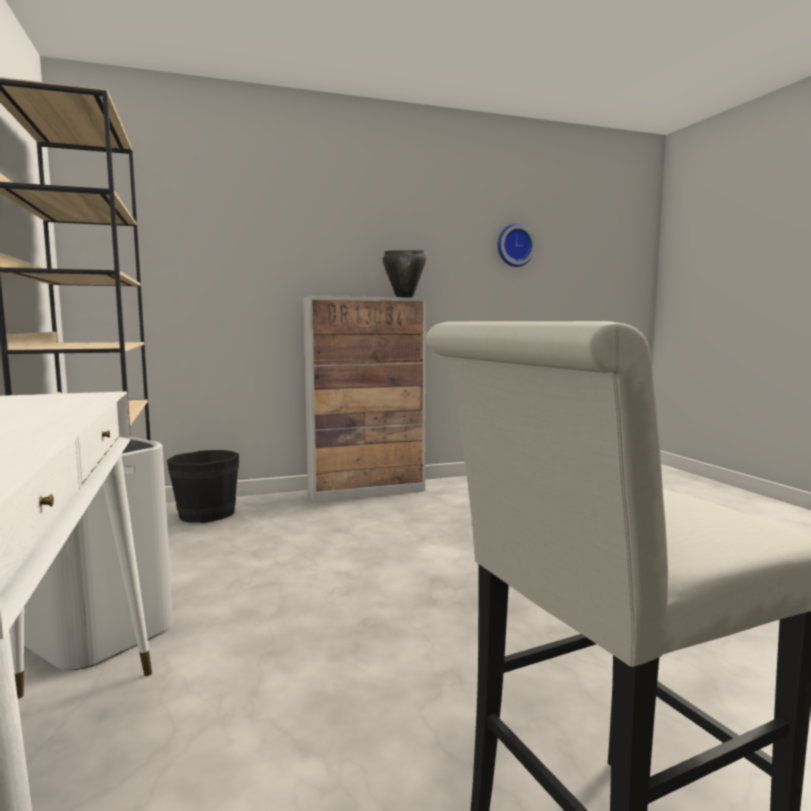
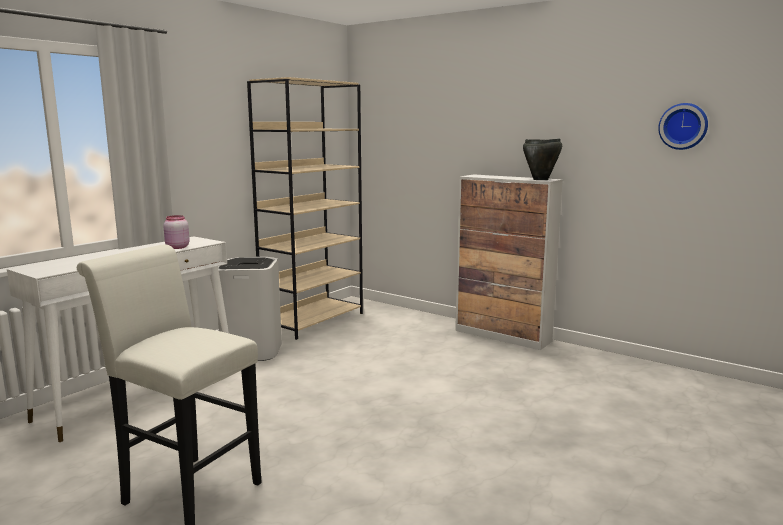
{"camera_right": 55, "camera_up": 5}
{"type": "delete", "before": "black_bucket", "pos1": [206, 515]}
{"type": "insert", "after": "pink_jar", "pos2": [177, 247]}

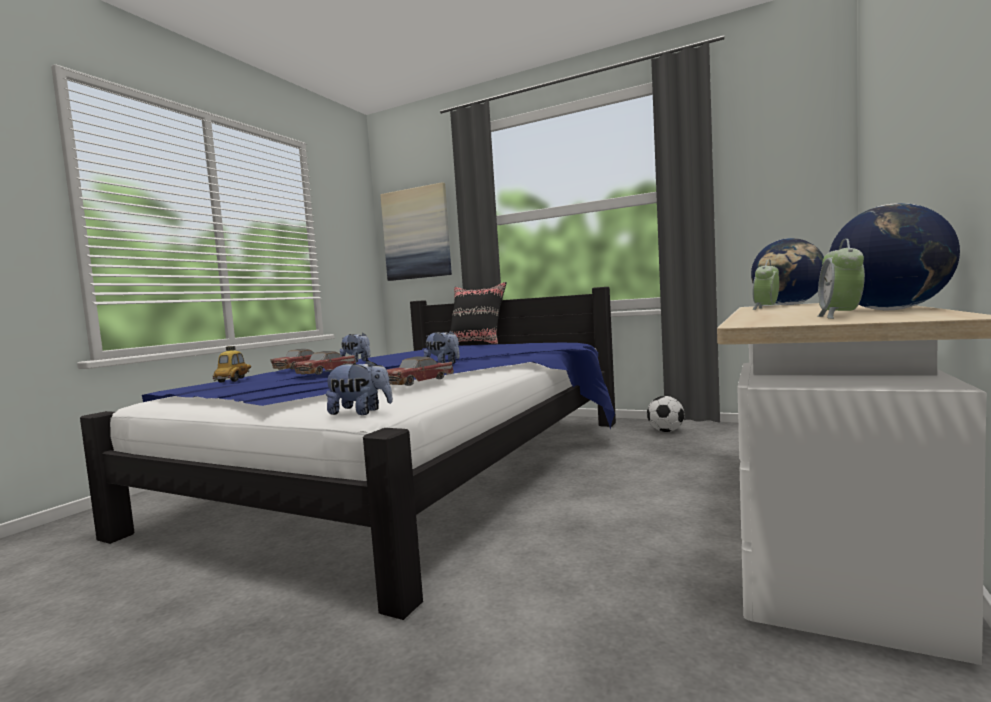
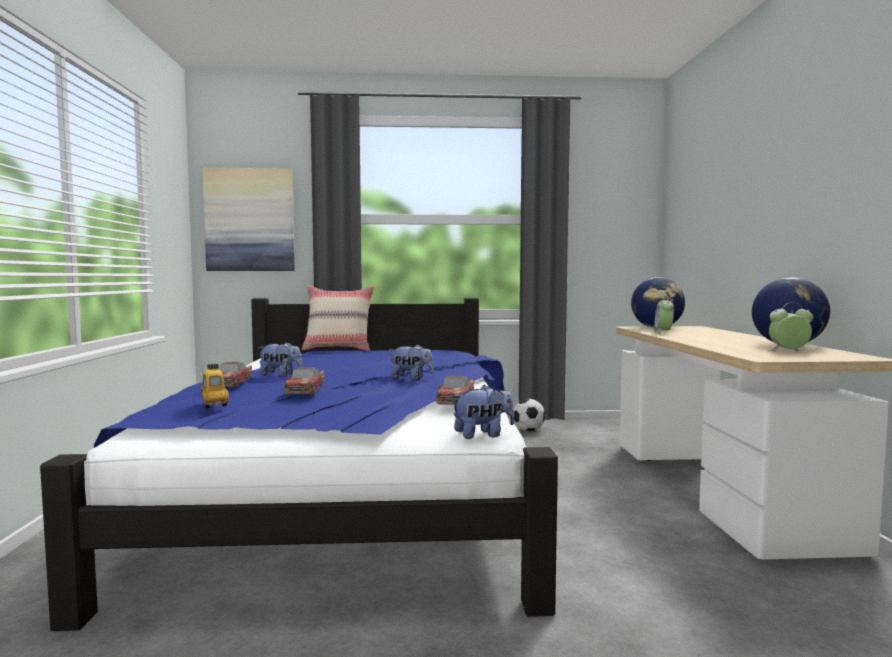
{"camera_right": -30, "camera_up": 0}
{"type": "rotate", "before": "alarm_clock", "pos1": [840, 316], "pos2": [788, 352], "turn": 105}
{"type": "recolor", "before": "black_pillow", "after": "beige_pillow", "pos1": [477, 344], "pos2": [338, 349]}

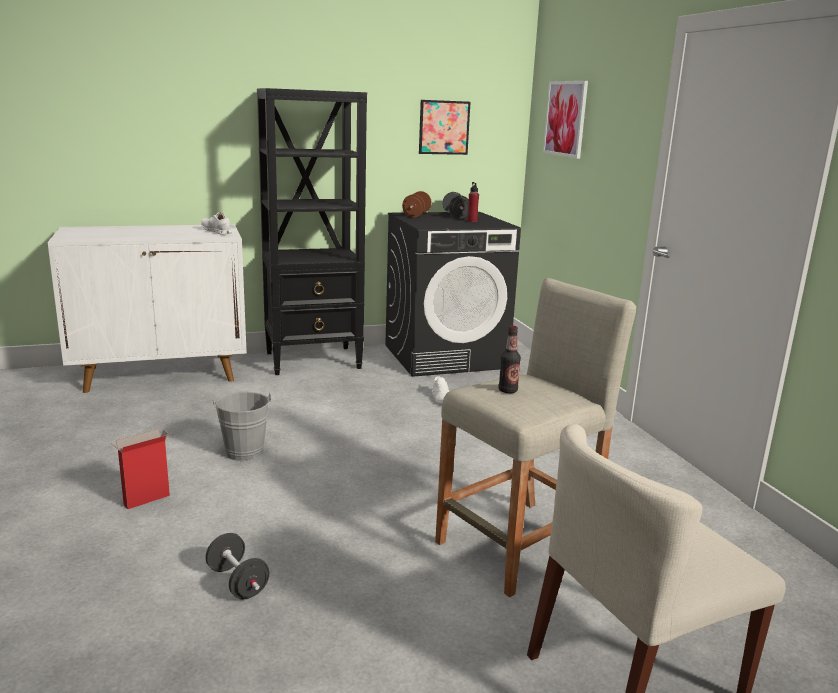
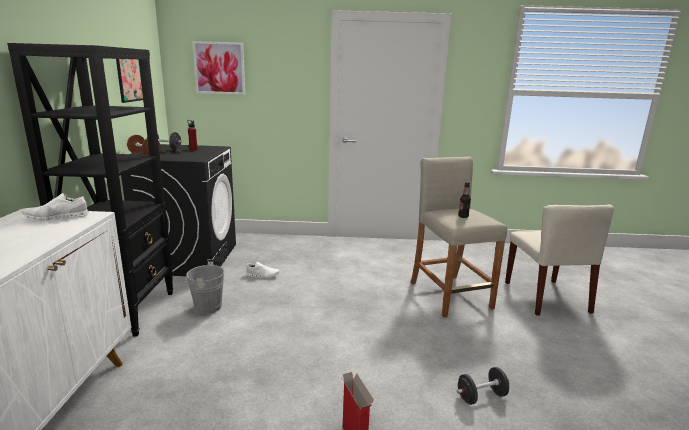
{"camera_right": -70, "camera_up": 0}
{"type": "move", "before": "grey_bucket", "pos1": [244, 450], "pos2": [205, 307]}

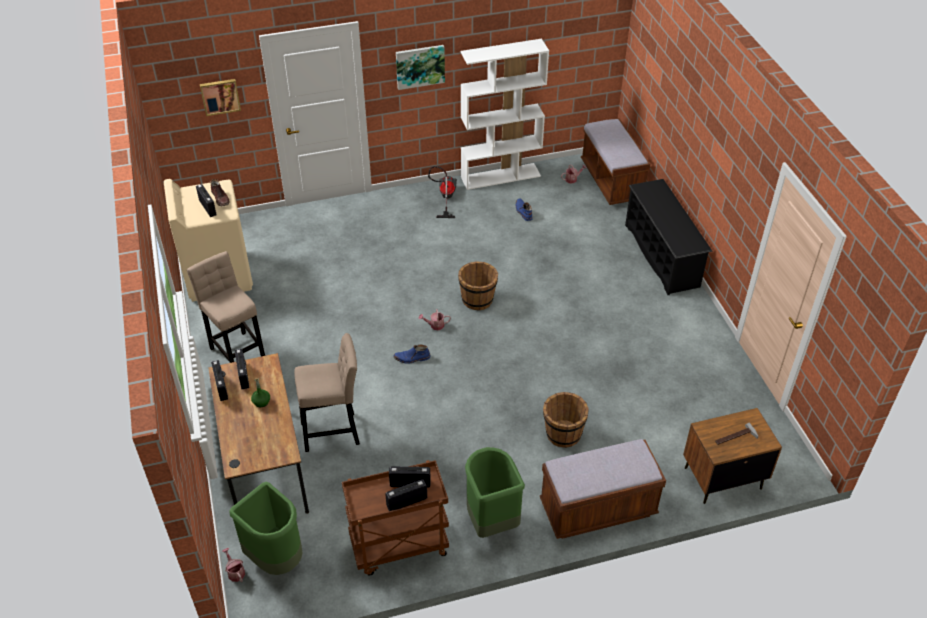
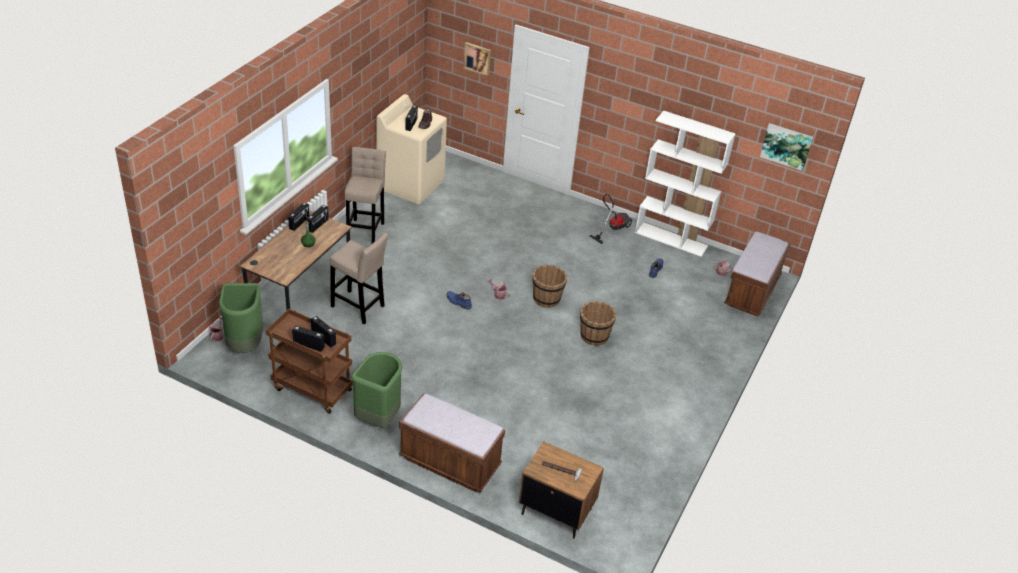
{"camera_right": 40, "camera_up": -5}
{"type": "move", "before": "picture", "pos1": [420, 66], "pos2": [786, 146]}
{"type": "delete", "before": "black_shoe_rack", "pos1": [662, 255]}
{"type": "move", "before": "brown_bucket", "pos1": [563, 434], "pos2": [594, 336]}

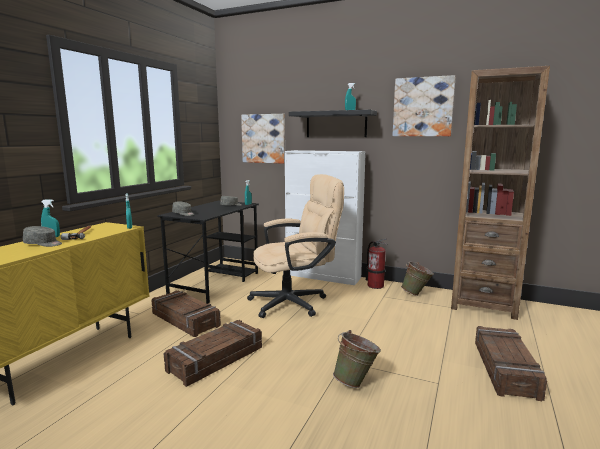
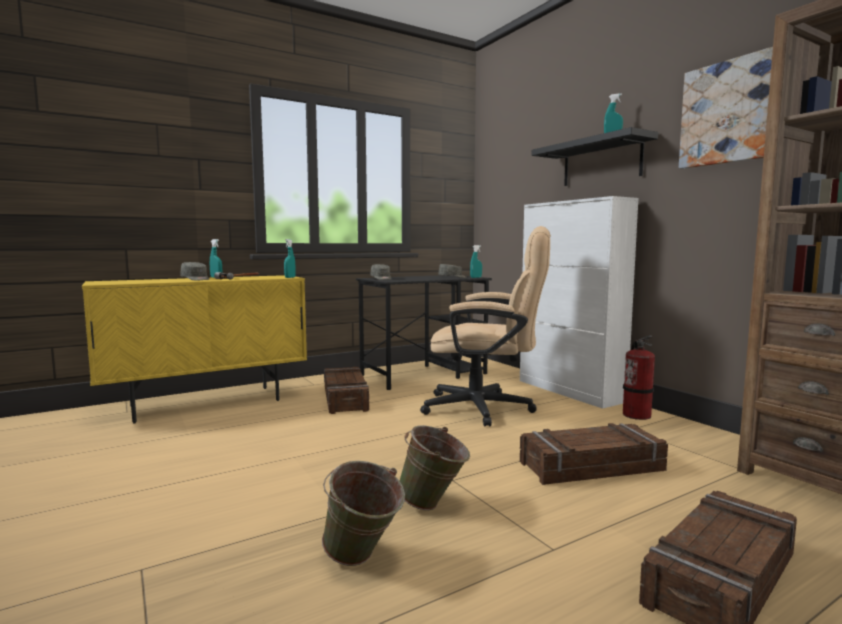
{"camera_right": 35, "camera_up": -5}
{"type": "delete", "before": "picture", "pos1": [264, 138]}
{"type": "move", "before": "green_bucket", "pos1": [416, 294], "pos2": [362, 560]}
{"type": "move", "before": "crate", "pos1": [216, 359], "pos2": [592, 467]}

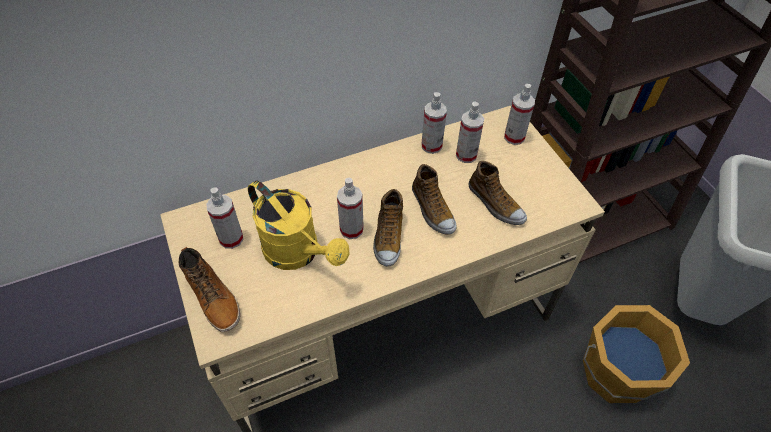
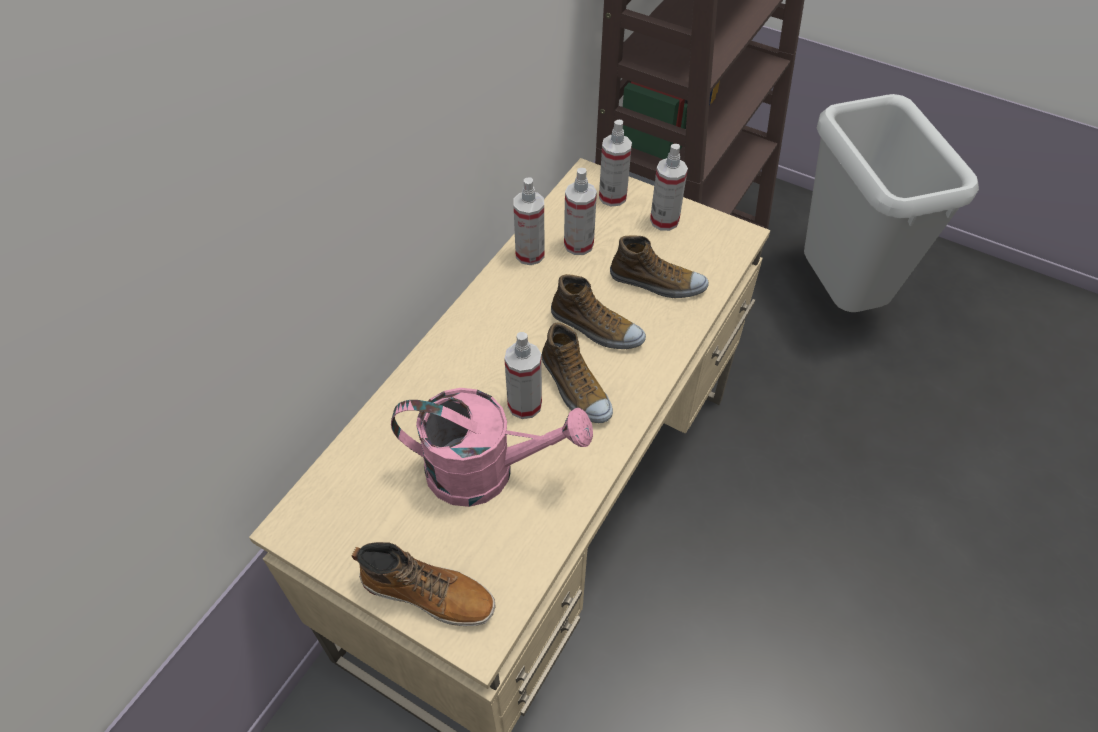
{"camera_right": -35, "camera_up": 0}
{"type": "recolor", "before": "yellow_watering_can", "after": "pink_watering_can", "pos1": [298, 253], "pos2": [486, 471]}
{"type": "move", "before": "spray_bottle", "pos1": [231, 239], "pos2": [664, 220]}
{"type": "delete", "before": "orange_bucket", "pos1": [616, 374]}

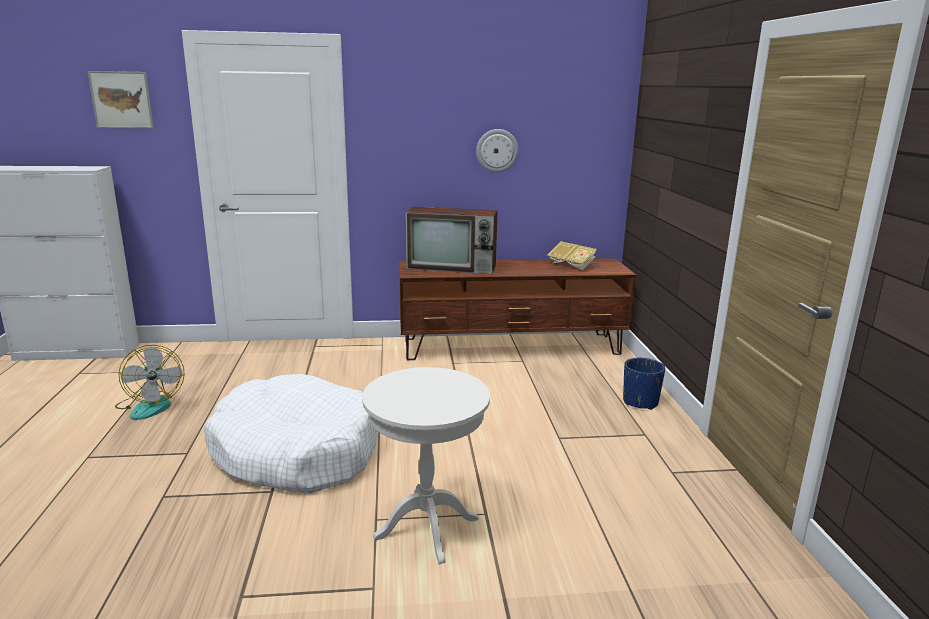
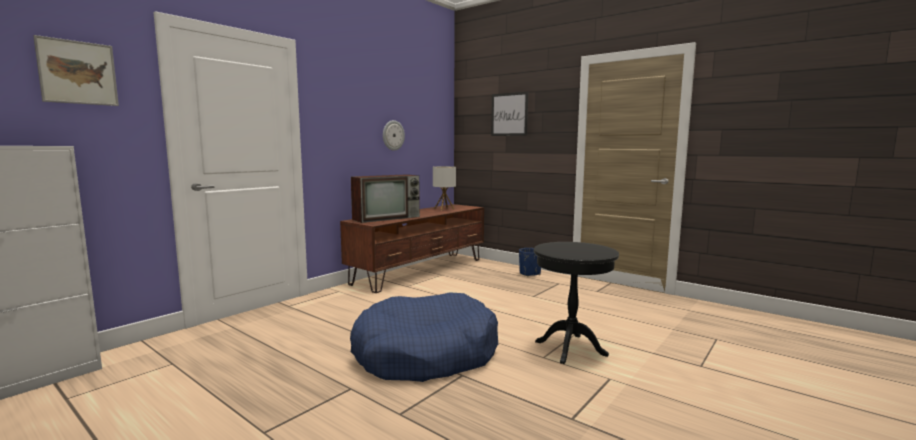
{"camera_right": -45, "camera_up": -10}
{"type": "replace", "before": "book", "after": "table_lamp", "pos1": [571, 265], "pos2": [444, 208]}
{"type": "delete", "before": "fan", "pos1": [151, 405]}
{"type": "recolor", "before": "white_side_table", "after": "black_side_table", "pos1": [427, 528], "pos2": [570, 348]}
{"type": "recolor", "before": "white_dog_bed", "after": "blue_dog_bed", "pos1": [295, 451], "pos2": [425, 354]}
{"type": "insert", "after": "picture", "pos2": [509, 114]}

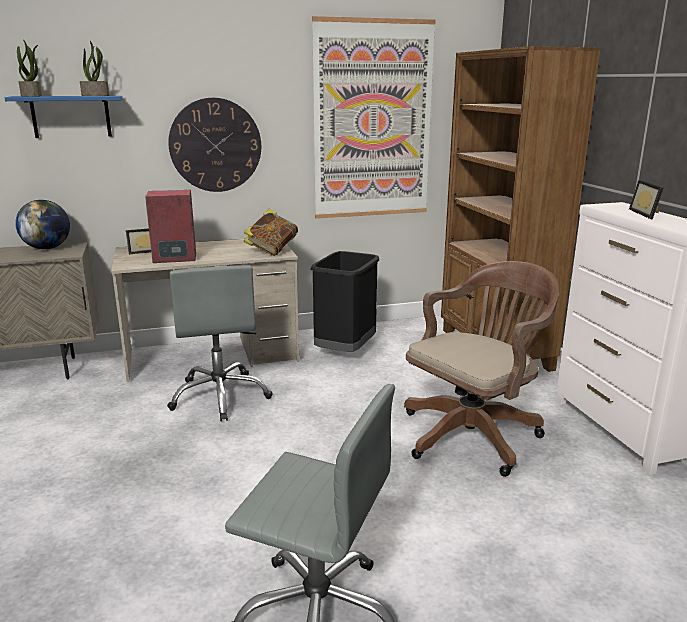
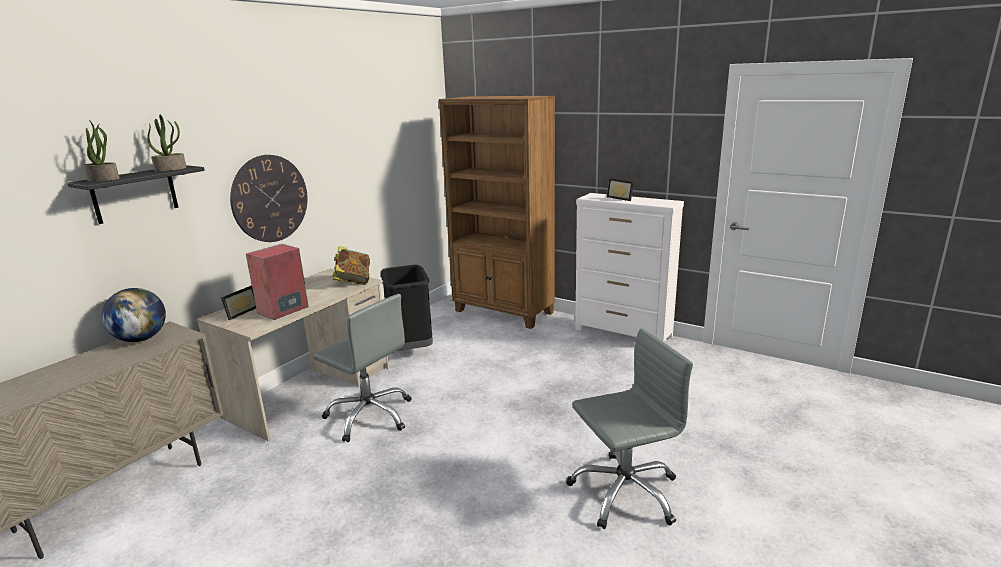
{"camera_right": -40, "camera_up": 0}
{"type": "delete", "before": "picture", "pos1": [373, 121]}
{"type": "recolor", "before": "blue_shelf", "after": "black_shelf", "pos1": [71, 116], "pos2": [135, 194]}
{"type": "delete", "before": "brown_office_chair", "pos1": [474, 433]}

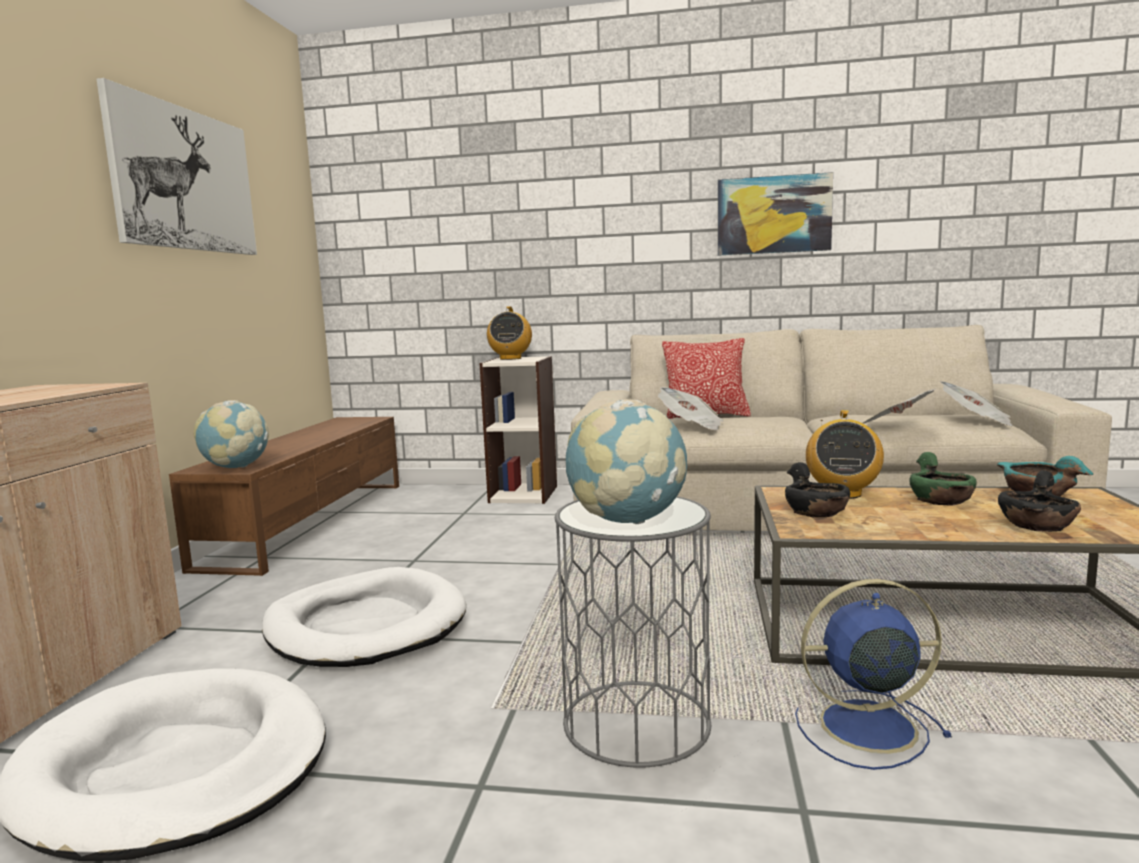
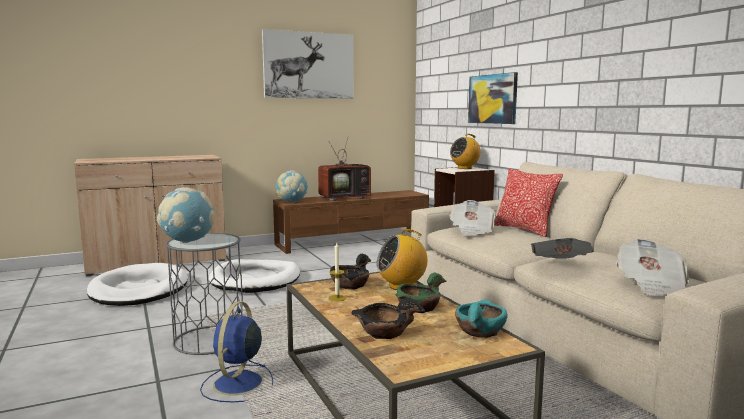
{"camera_right": 55, "camera_up": 0}
{"type": "move", "before": "picture", "pos1": [773, 215], "pos2": [492, 99]}
{"type": "rotate", "before": "blue_fan", "pos1": [863, 726], "pos2": [237, 384], "turn": -135}
{"type": "insert", "after": "television", "pos2": [345, 198]}
{"type": "insert", "after": "candle", "pos2": [337, 298]}

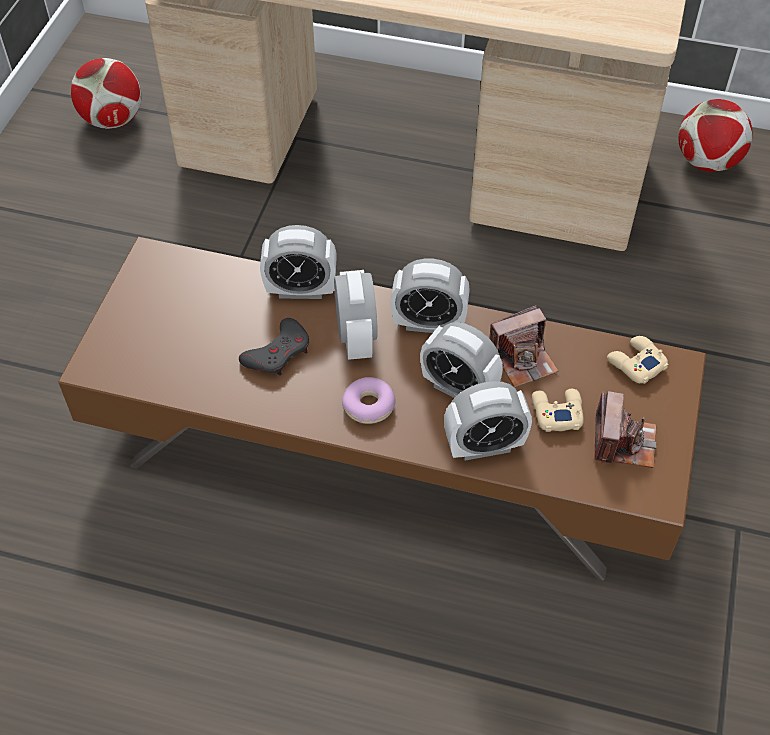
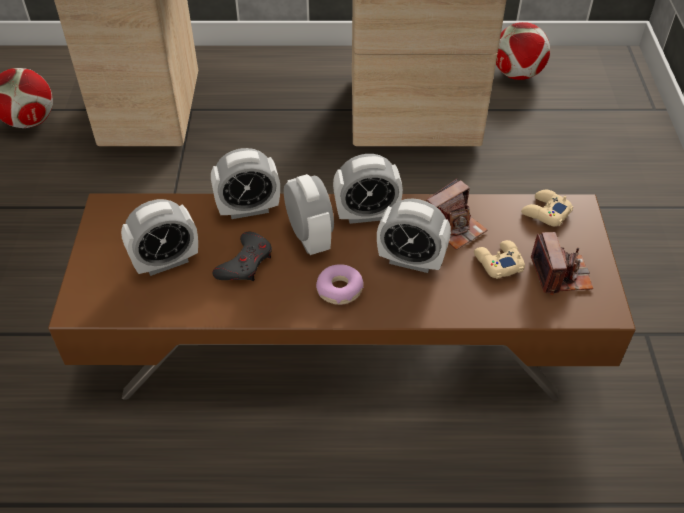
{"camera_right": -15, "camera_up": -5}
{"type": "move", "before": "alarm_clock", "pos1": [484, 446], "pos2": [166, 262]}

